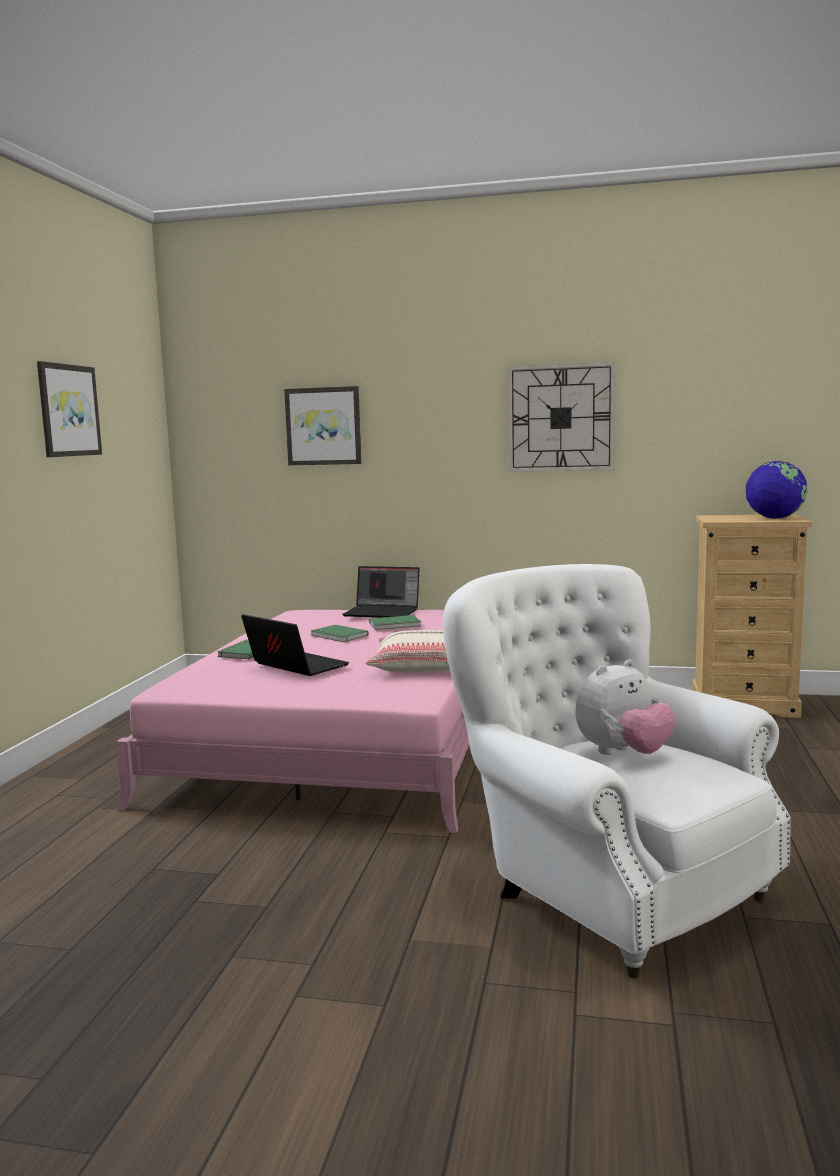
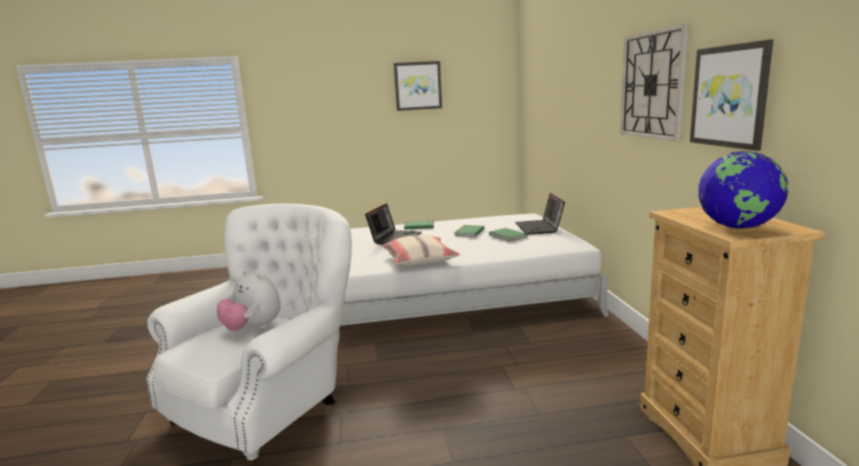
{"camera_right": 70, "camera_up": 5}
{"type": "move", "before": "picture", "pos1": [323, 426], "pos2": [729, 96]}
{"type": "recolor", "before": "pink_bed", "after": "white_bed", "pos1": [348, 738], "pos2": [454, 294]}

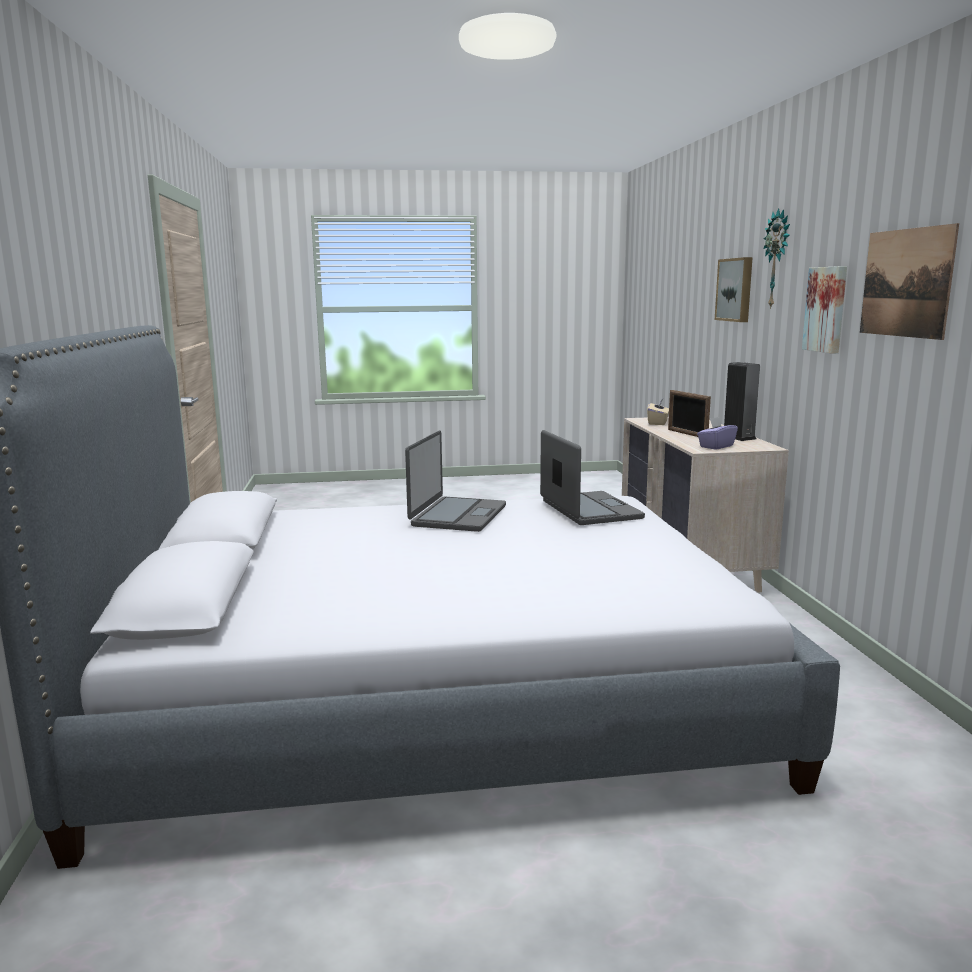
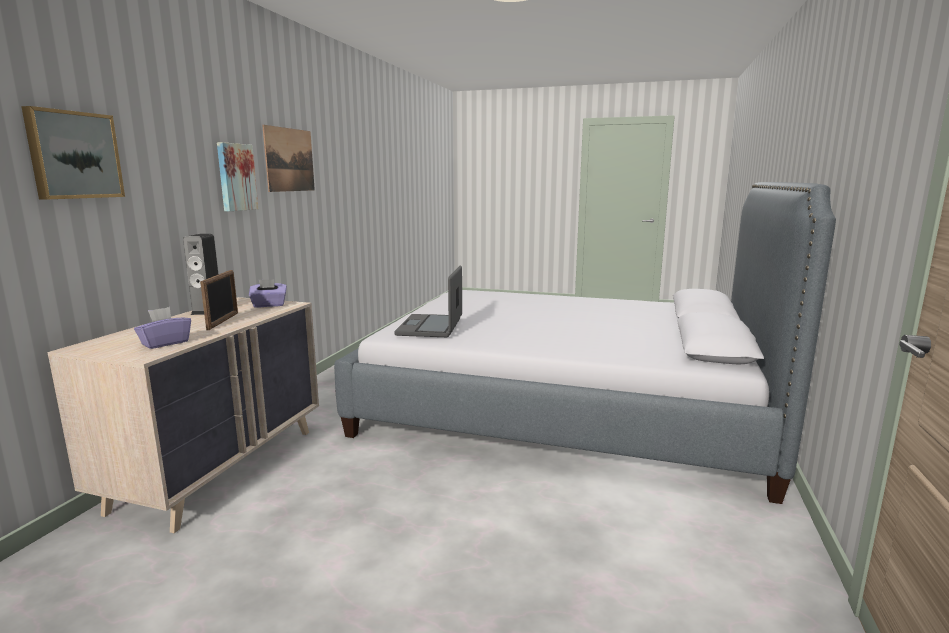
{"camera_right": -155, "camera_up": 0}
{"type": "delete", "before": "wall_clock", "pos1": [778, 259]}
{"type": "recolor", "before": "beige_tissue_box", "after": "purple_tissue_box", "pos1": [658, 423], "pos2": [165, 343]}
{"type": "delete", "before": "laptop", "pos1": [457, 516]}

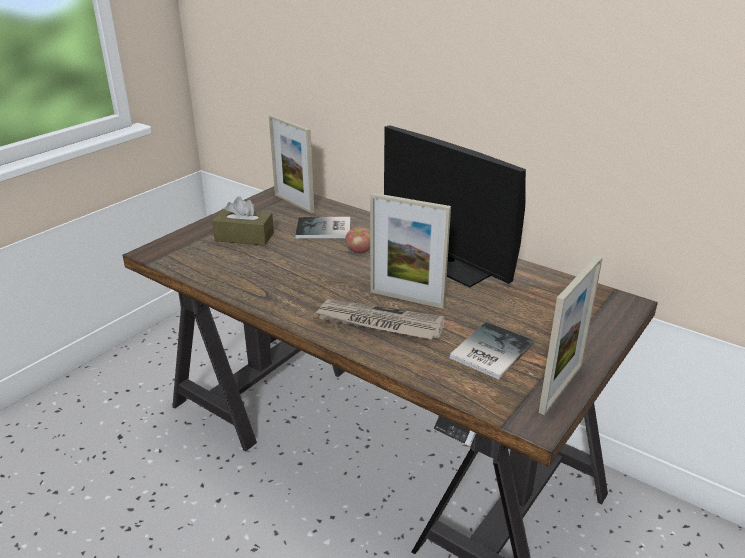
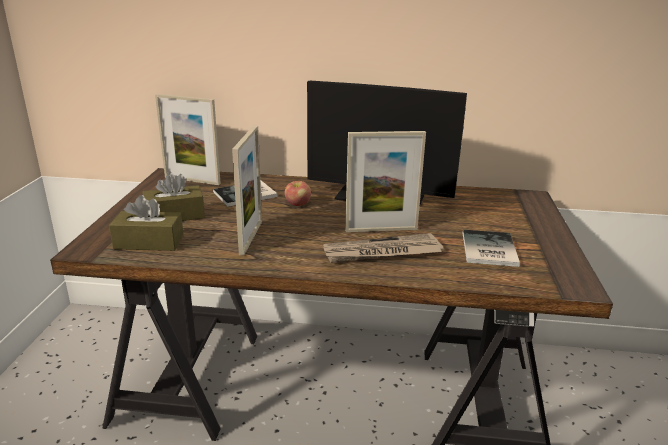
{"camera_right": -30, "camera_up": -5}
{"type": "move", "before": "picture_frame", "pos1": [561, 388], "pos2": [251, 237]}
{"type": "insert", "after": "brown_tissue_box", "pos2": [149, 242]}

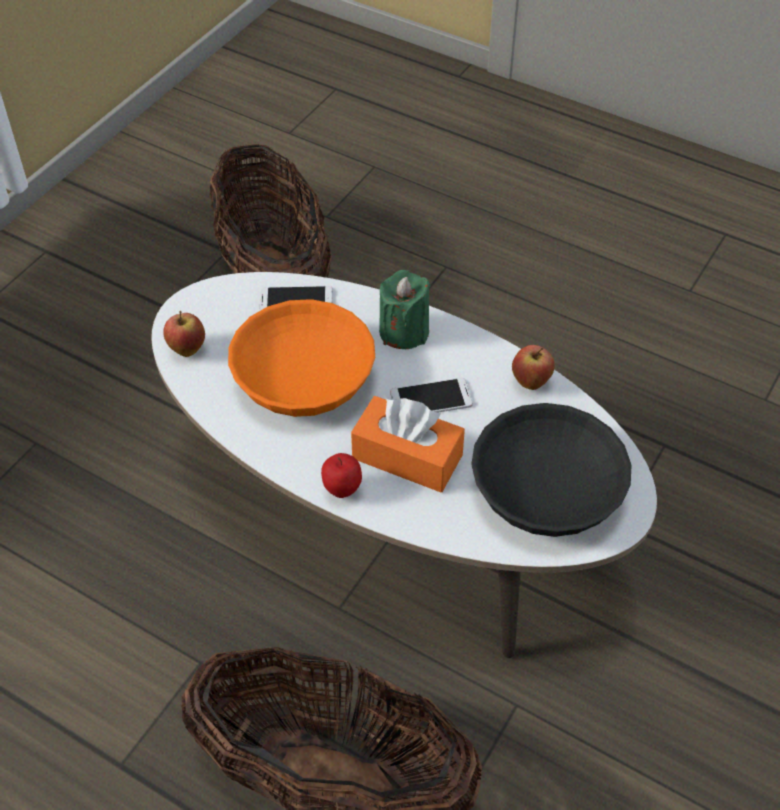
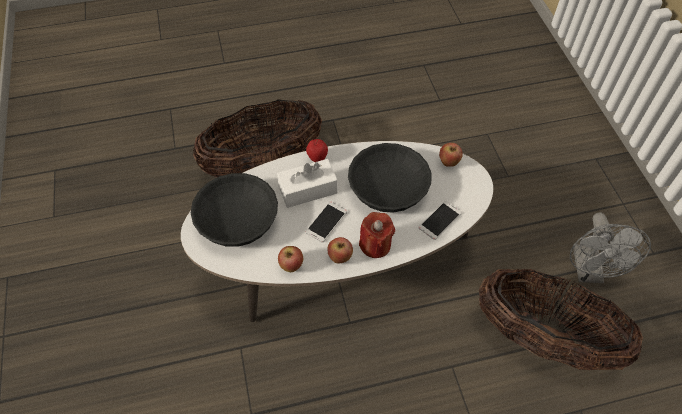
{"camera_right": 135, "camera_up": 5}
{"type": "recolor", "before": "green_candle", "after": "red_candle", "pos1": [404, 331], "pos2": [375, 245]}
{"type": "recolor", "before": "orange_bowl", "after": "black_bowl", "pos1": [303, 378], "pos2": [388, 188]}
{"type": "recolor", "before": "orange_tissue_box", "after": "white_tissue_box", "pos1": [407, 456], "pos2": [308, 190]}
{"type": "insert", "after": "grey_fan", "pos2": [589, 272]}
{"type": "insert", "after": "apple", "pos2": [340, 257]}

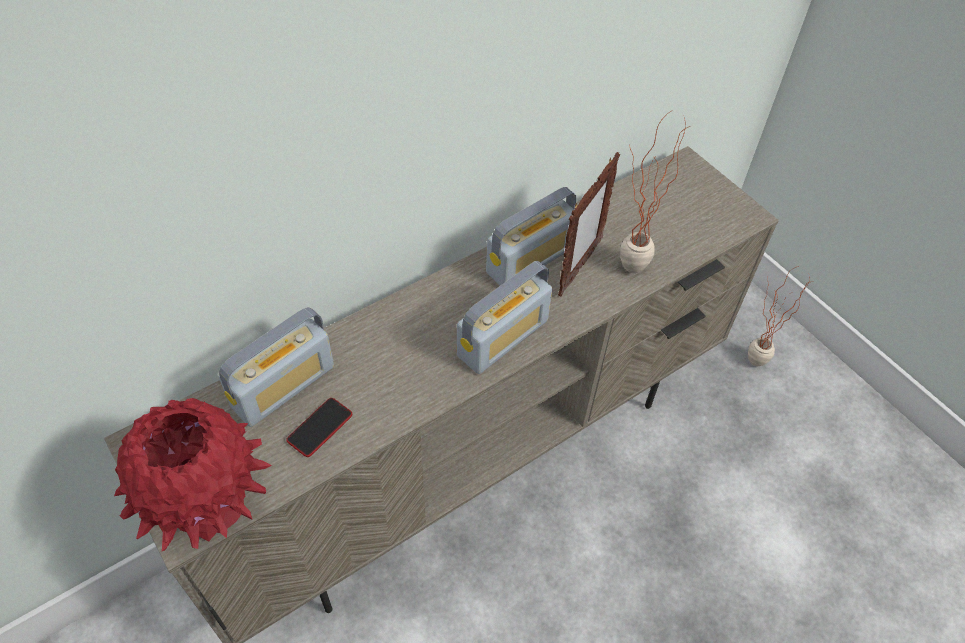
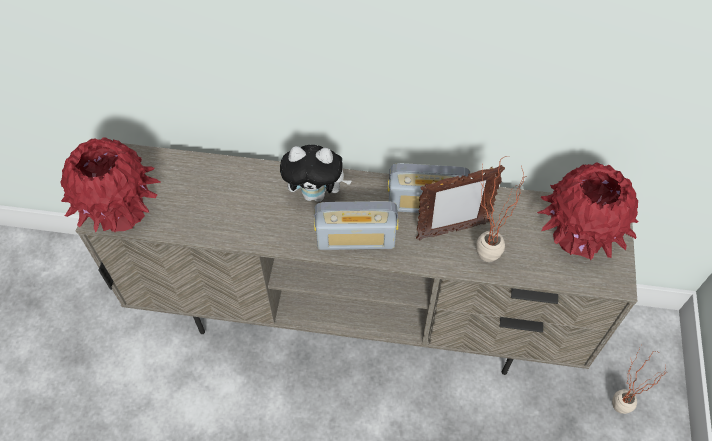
{"camera_right": 45, "camera_up": 5}
{"type": "delete", "before": "radio", "pos1": [284, 387]}
{"type": "delete", "before": "phone", "pos1": [320, 427]}
{"type": "insert", "after": "plush_toy", "pos2": [316, 194]}
{"type": "insert", "after": "red_vase", "pos2": [578, 237]}

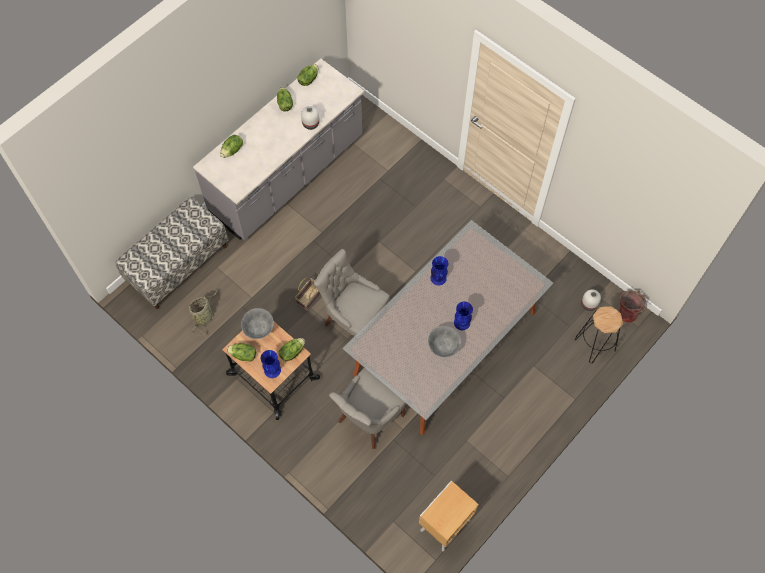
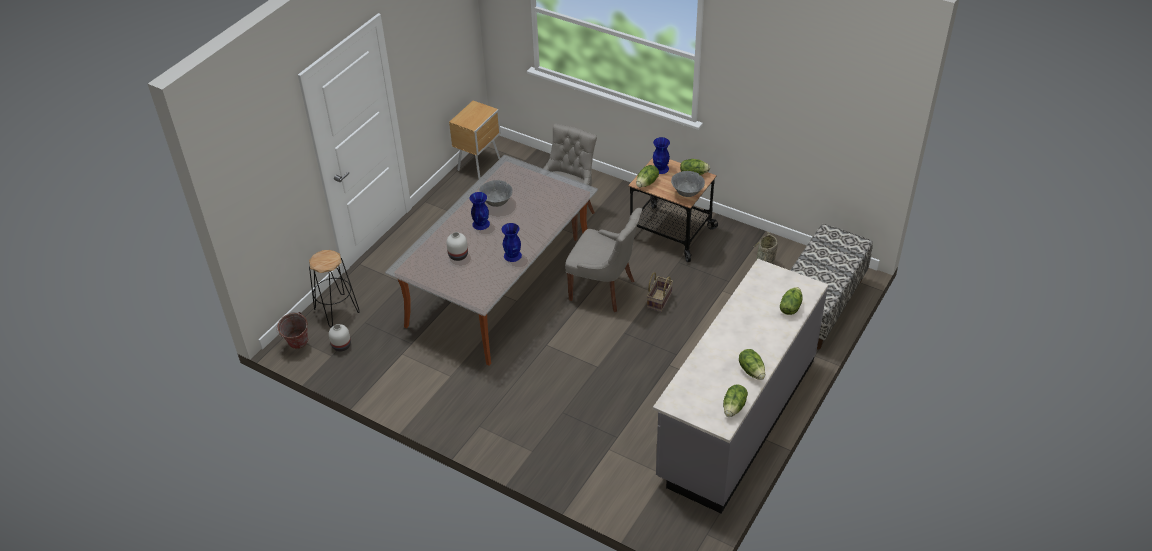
{"camera_right": 170, "camera_up": -20}
{"type": "move", "before": "white_vase", "pos1": [311, 124], "pos2": [457, 255]}

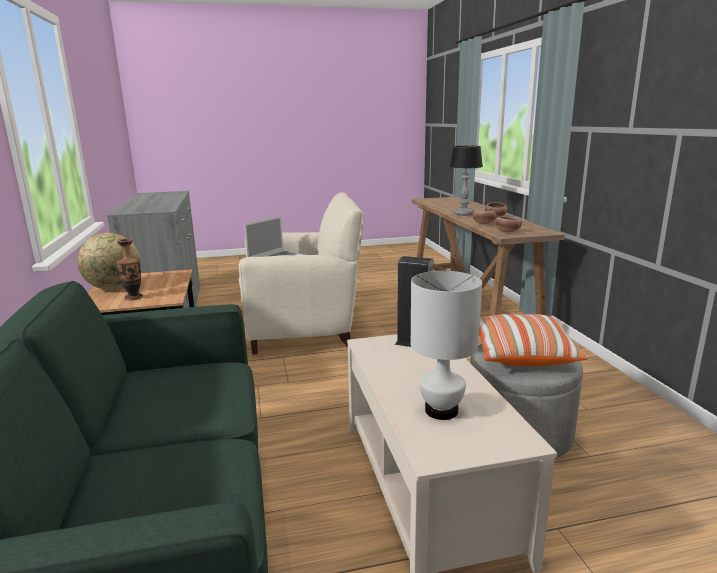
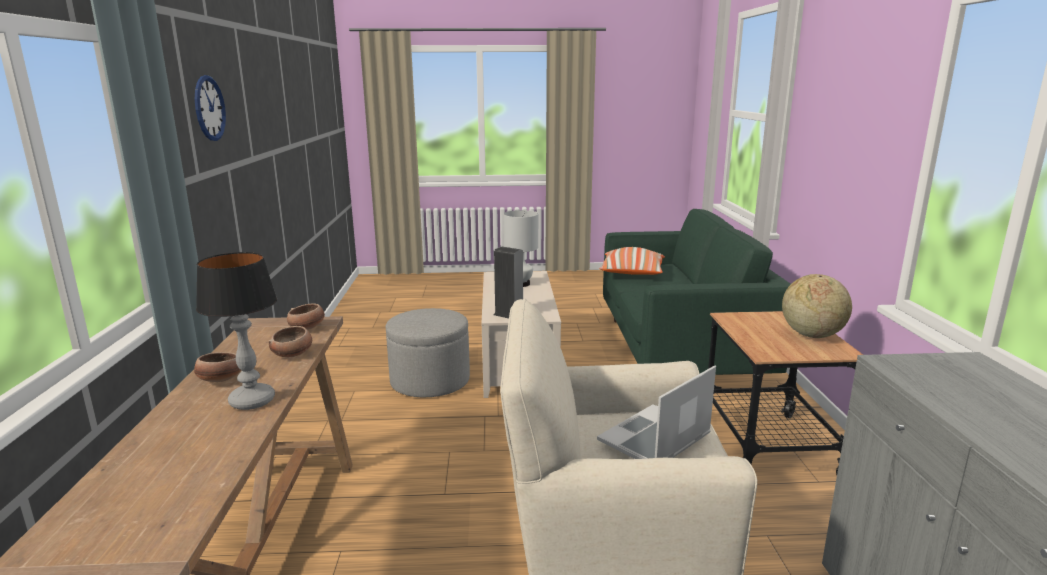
{"camera_right": -170, "camera_up": 0}
{"type": "delete", "before": "vase", "pos1": [134, 297]}
{"type": "move", "before": "pillow", "pos1": [521, 354], "pos2": [632, 274]}
{"type": "insert", "after": "wall_clock", "pos2": [209, 108]}

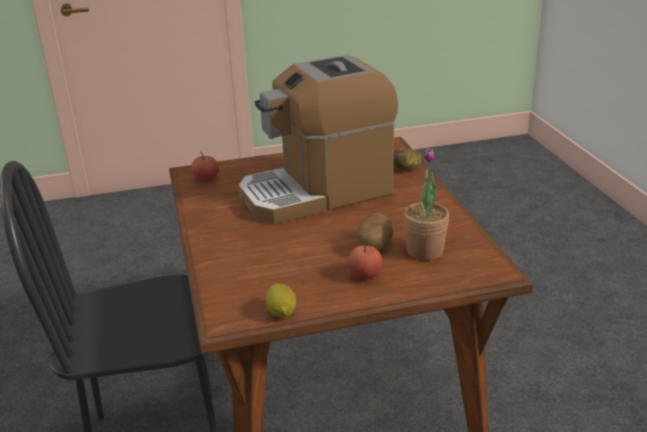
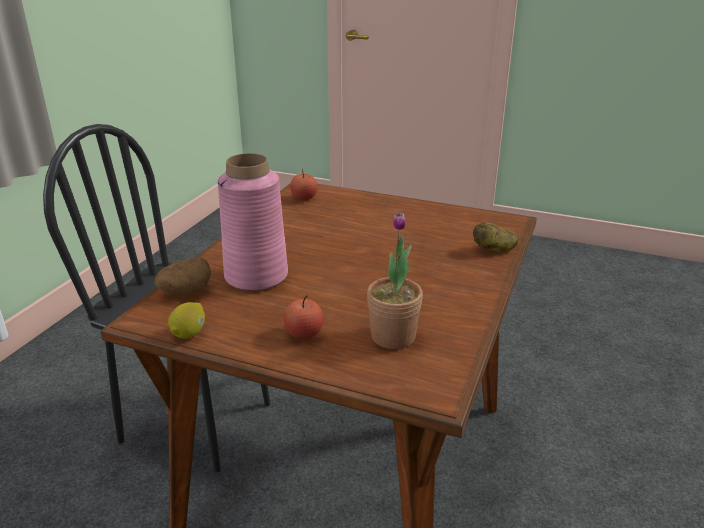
{"camera_right": 35, "camera_up": 0}
{"type": "delete", "before": "coffee_machine", "pos1": [317, 192]}
{"type": "move", "before": "potato", "pos1": [374, 246], "pos2": [185, 292]}
{"type": "insert", "after": "pink_vase", "pos2": [257, 276]}

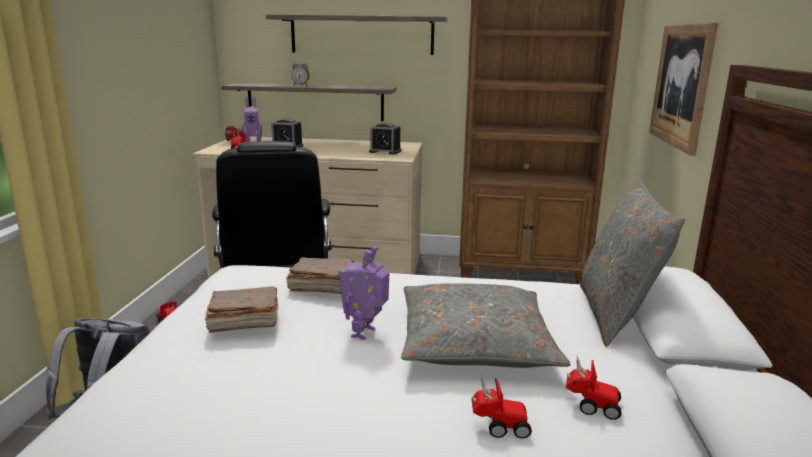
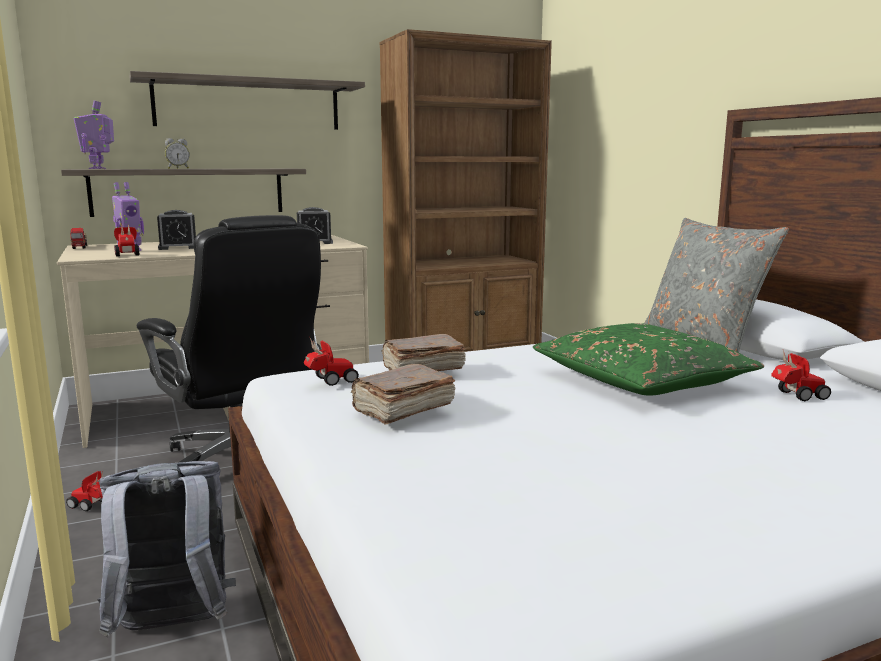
{"camera_right": -30, "camera_up": -5}
{"type": "delete", "before": "picture", "pos1": [681, 85]}
{"type": "move", "before": "toy_robot", "pos1": [364, 333], "pos2": [98, 168]}
{"type": "recolor", "before": "grey_pillow", "after": "green_pillow", "pos1": [475, 343], "pos2": [641, 380]}
{"type": "move", "before": "toy_car", "pos1": [498, 426], "pos2": [330, 381]}

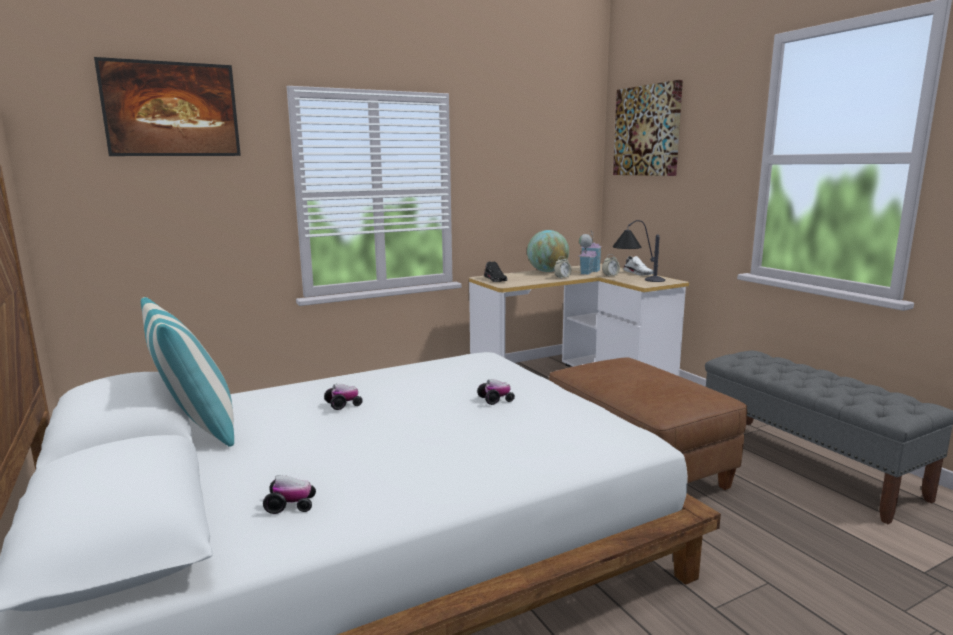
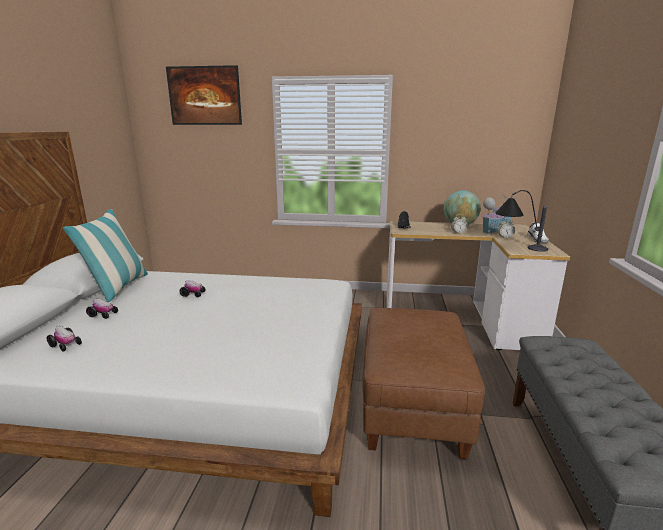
{"camera_right": 35, "camera_up": 5}
{"type": "delete", "before": "picture", "pos1": [647, 131]}
{"type": "move", "before": "toy_car", "pos1": [496, 400], "pos2": [103, 314]}

